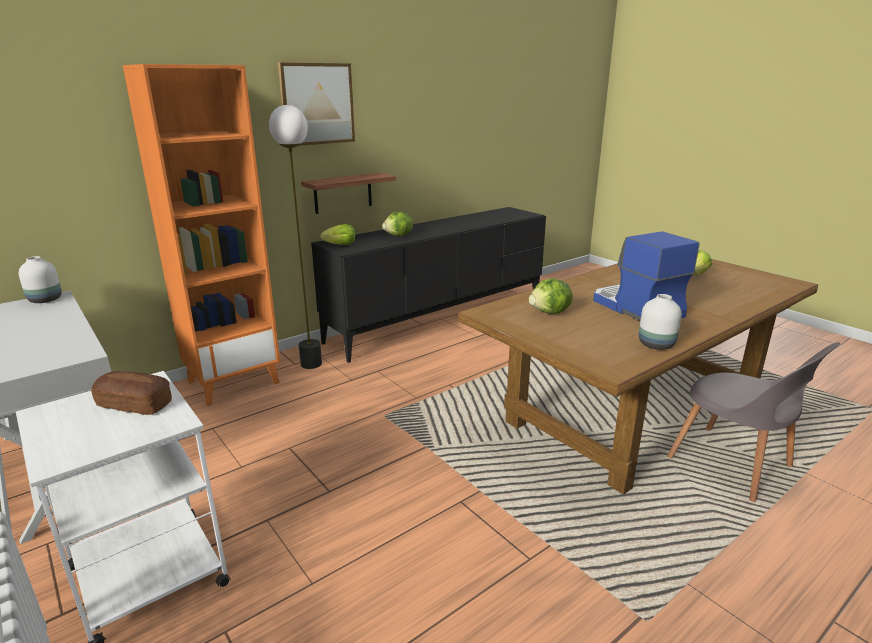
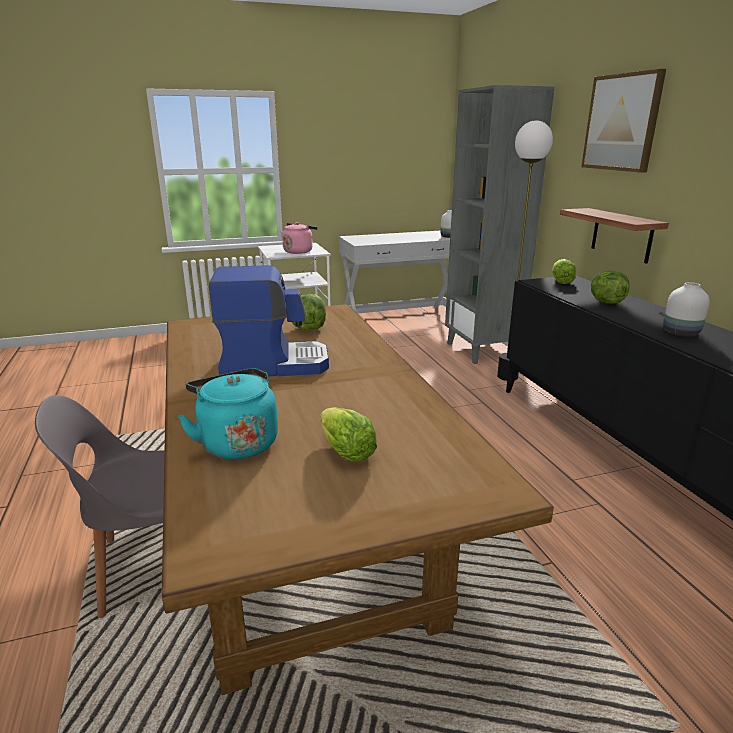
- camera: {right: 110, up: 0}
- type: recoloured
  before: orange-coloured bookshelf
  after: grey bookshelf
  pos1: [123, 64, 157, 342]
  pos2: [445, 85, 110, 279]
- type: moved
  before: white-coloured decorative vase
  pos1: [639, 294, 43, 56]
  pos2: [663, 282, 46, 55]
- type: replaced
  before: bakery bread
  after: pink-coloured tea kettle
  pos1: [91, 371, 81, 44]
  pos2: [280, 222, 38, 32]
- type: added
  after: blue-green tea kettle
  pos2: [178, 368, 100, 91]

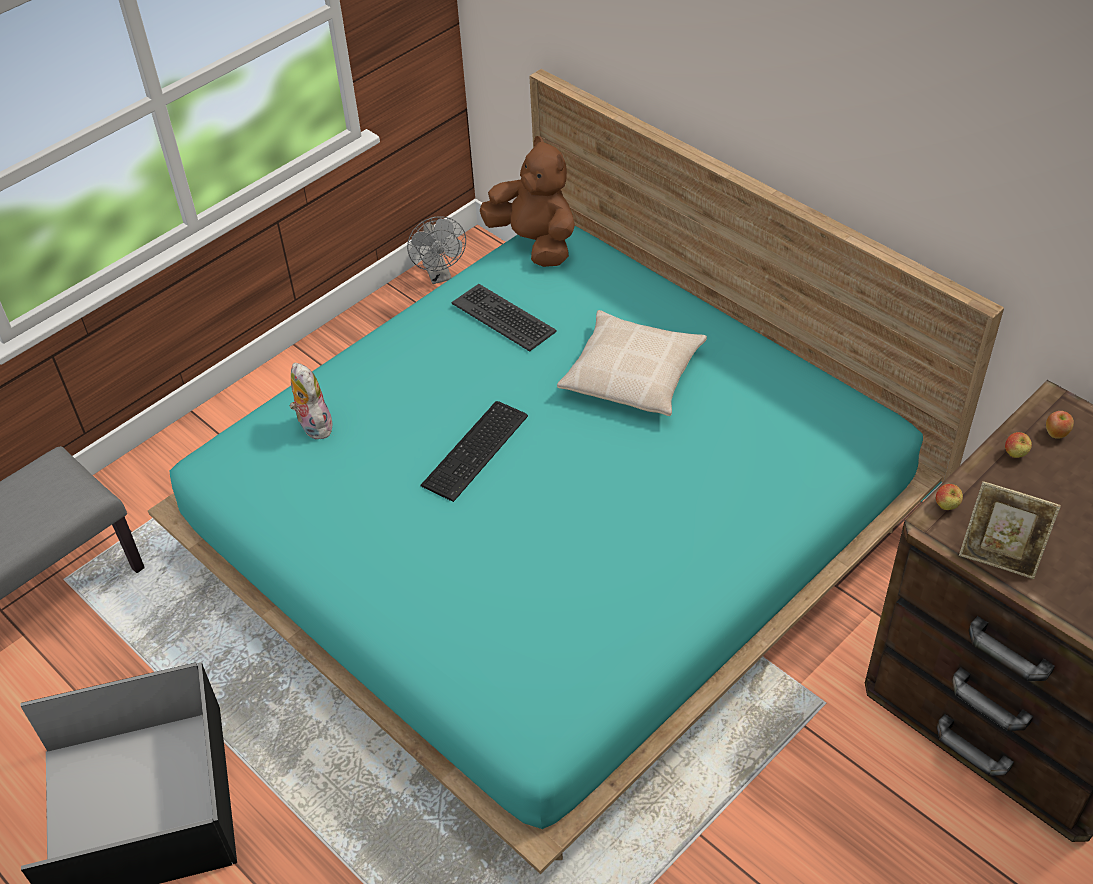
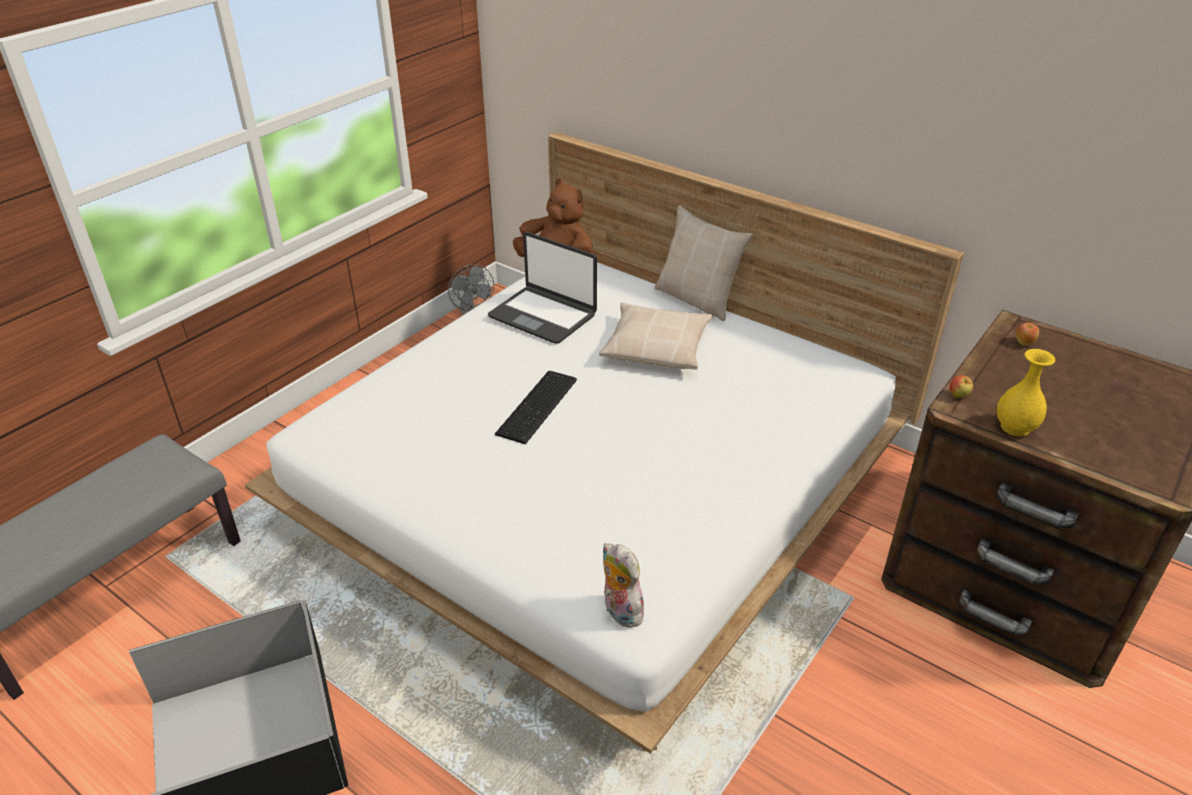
- camera: {right: -10, up: -10}
- type: recoloured
  before: blue-green sleeping bed
  after: white-coloured sleeping bed
  pos1: [148, 69, 856, 805]
  pos2: [245, 132, 719, 622]
- type: replaced
  before: PC keyboard
  after: laptop
  pos1: [452, 284, 105, 68]
  pos2: [488, 232, 109, 112]
- type: moved
  before: soft toy
  pos1: [289, 363, 43, 77]
  pos2: [603, 543, 41, 85]
- type: removed
  before: apple
  pos1: [1005, 432, 27, 26]
- type: replaced
  before: picture frame
  after: yellowish decorative vase
  pos1: [959, 481, 102, 98]
  pos2: [996, 349, 59, 87]
- type: added
  after: sand-coloured pillow
  pos2: [654, 205, 99, 116]

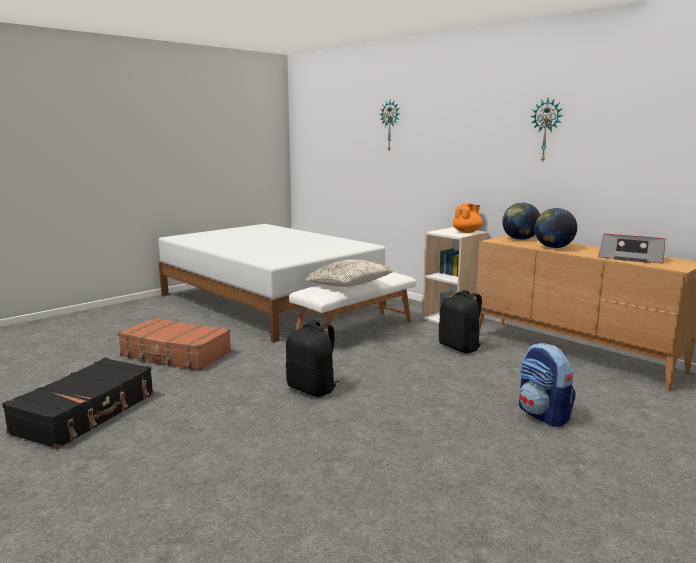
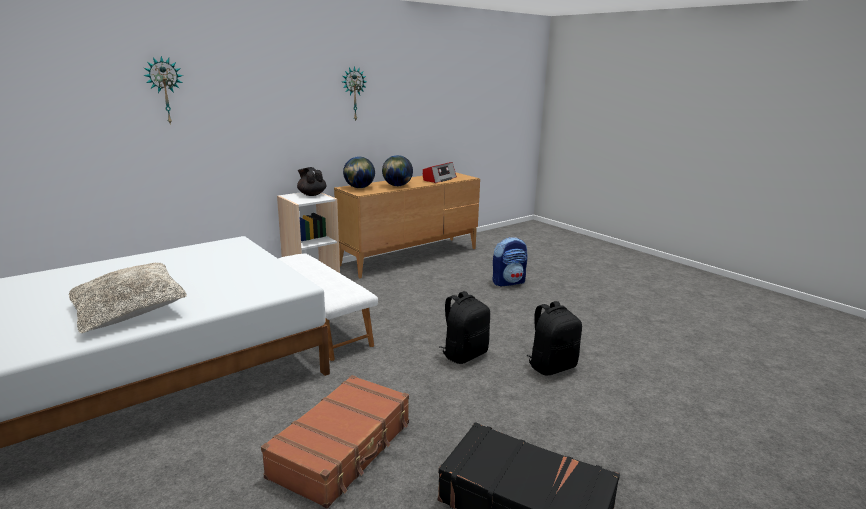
- camera: {right: -85, up: 5}
- type: recoloured
  before: orange-coloured teapot
  after: black-coloured teapot
  pos1: [453, 203, 30, 30]
  pos2: [297, 167, 29, 29]
- type: moved
  before: sand-coloured pillow
  pos1: [305, 259, 89, 28]
  pos2: [69, 263, 118, 70]
- type: moved
  before: black-coloured rucksack
  pos1: [439, 290, 44, 63]
  pos2: [526, 301, 56, 75]

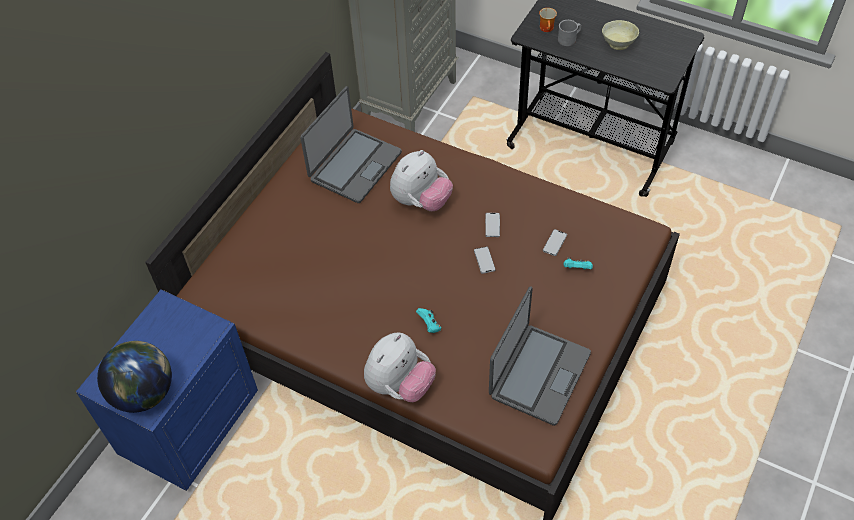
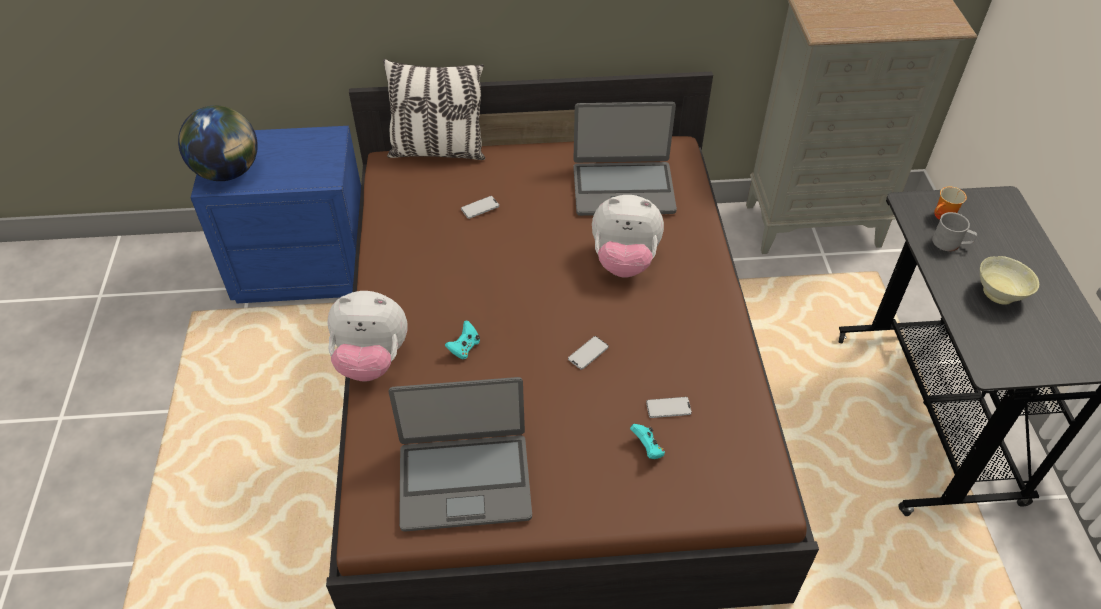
- camera: {right: 55, up: -5}
- type: moved
  before: telephone
  pos1: [485, 213, 15, 24]
  pos2: [461, 196, 38, 23]
- type: added
  after: pillow
  pos2: [383, 59, 102, 101]

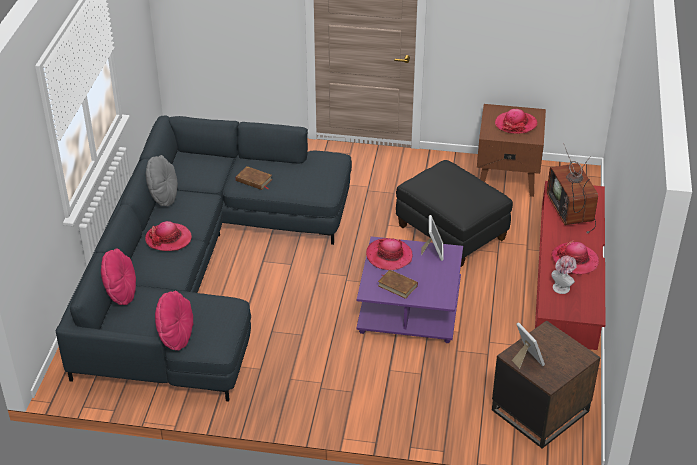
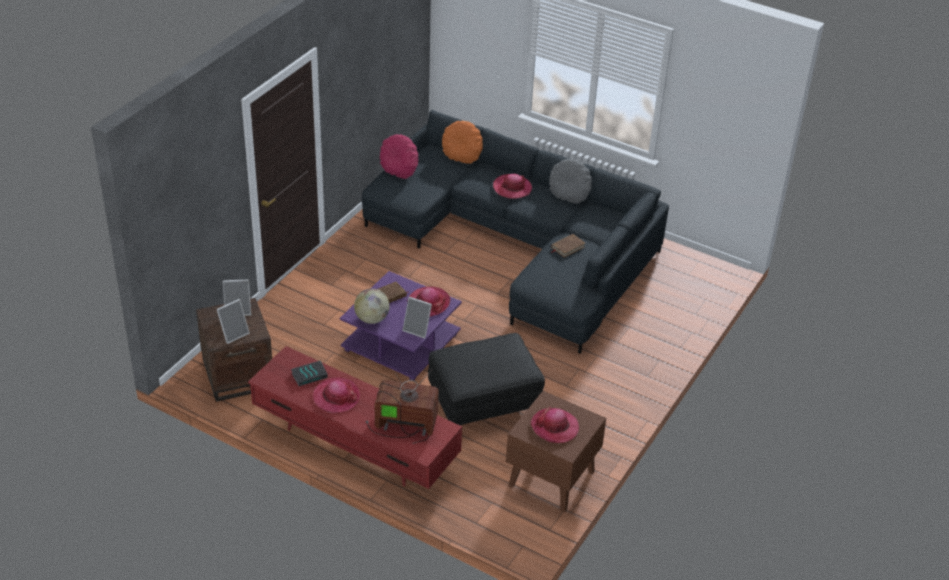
- camera: {right: 110, up: 0}
- type: recoloured
  before: pink-coloured pillow
  after: orange-coloured pillow
  pos1: [101, 248, 35, 57]
  pos2: [442, 121, 41, 43]
- type: replaced
  before: clothing hat
  after: bound book
  pos1: [551, 256, 26, 38]
  pos2: [291, 360, 37, 26]
- type: added
  after: world globe
  pos2: [354, 288, 36, 36]
- type: added
  after: picture frame
  pos2: [217, 299, 33, 45]

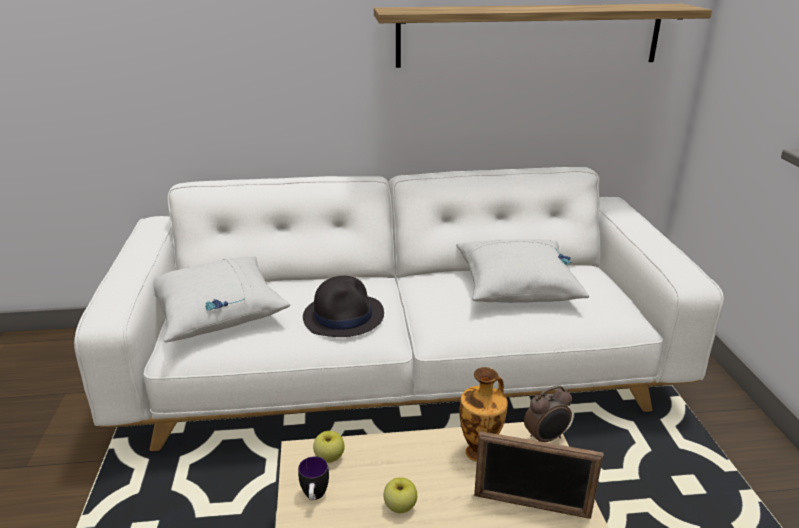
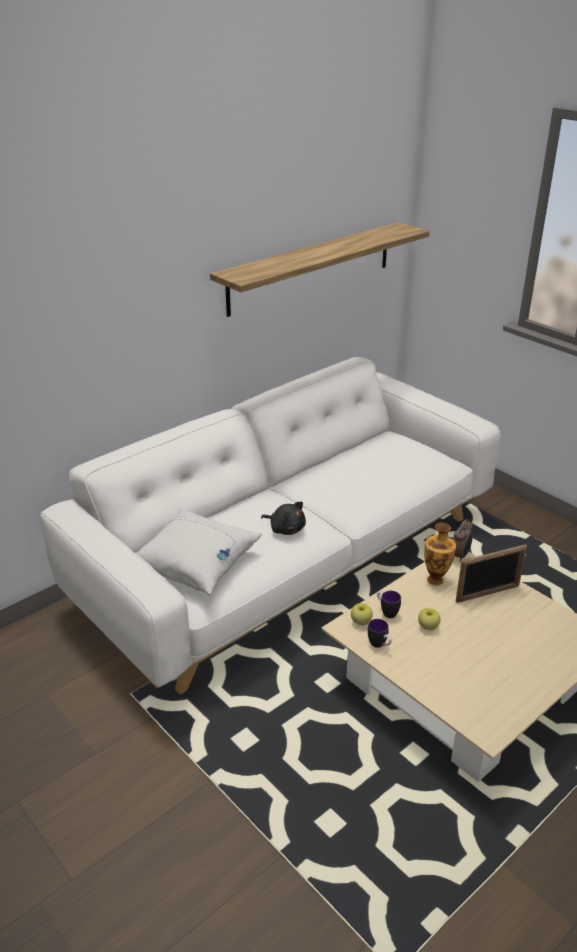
- camera: {right: -35, up: 5}
- type: removed
  before: grey pillow
  pos1: [456, 239, 133, 64]
- type: replaced
  before: black-coloured clothing hat
  after: black-coloured soft toy
  pos1: [303, 276, 81, 61]
  pos2: [261, 502, 45, 33]
- type: added
  after: coffee mug
  pos2: [377, 591, 24, 27]

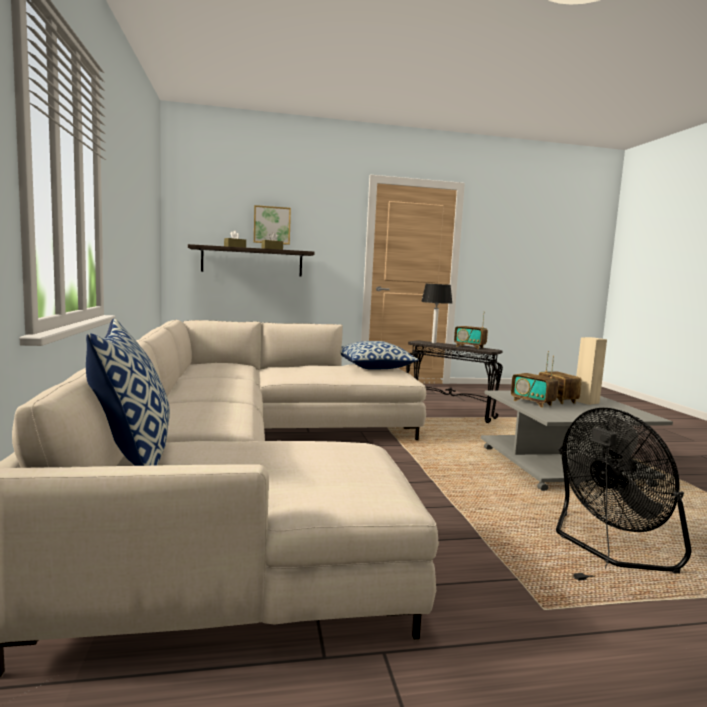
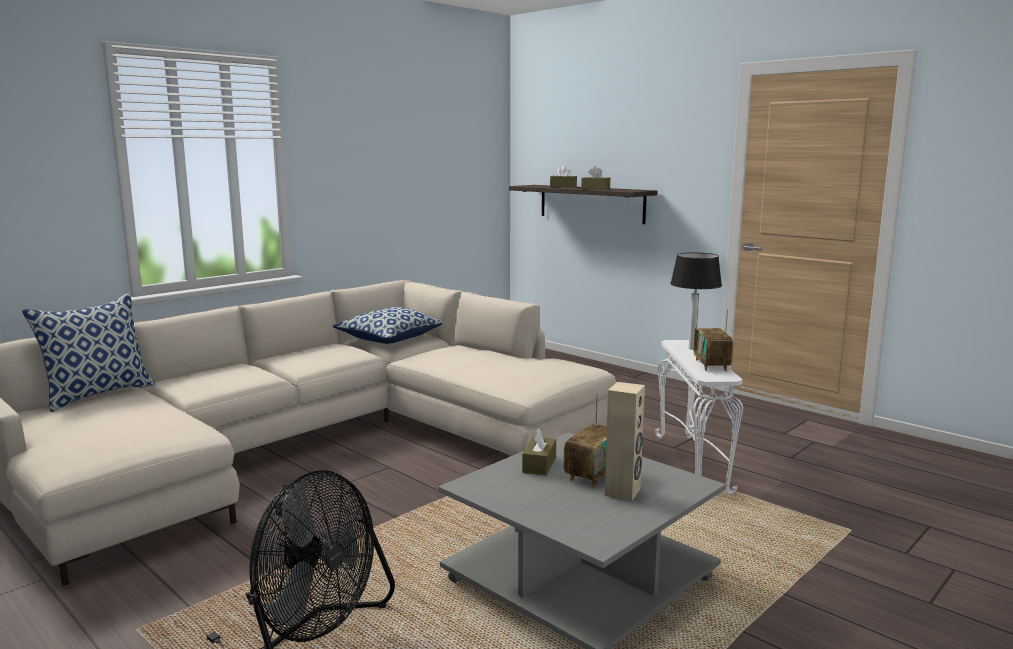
- camera: {right: 55, up: 5}
- type: removed
  before: wall art
  pos1: [254, 205, 37, 40]
- type: recoloured
  before: black-coloured end table
  after: white-coloured end table
  pos1: [406, 340, 97, 83]
  pos2: [655, 340, 88, 155]
- type: moved
  before: pillow
  pos1: [341, 341, 78, 29]
  pos2: [332, 307, 110, 37]
- type: replaced
  before: radio set
  after: brownish tissue holder
  pos1: [511, 356, 48, 52]
  pos2: [522, 427, 34, 48]

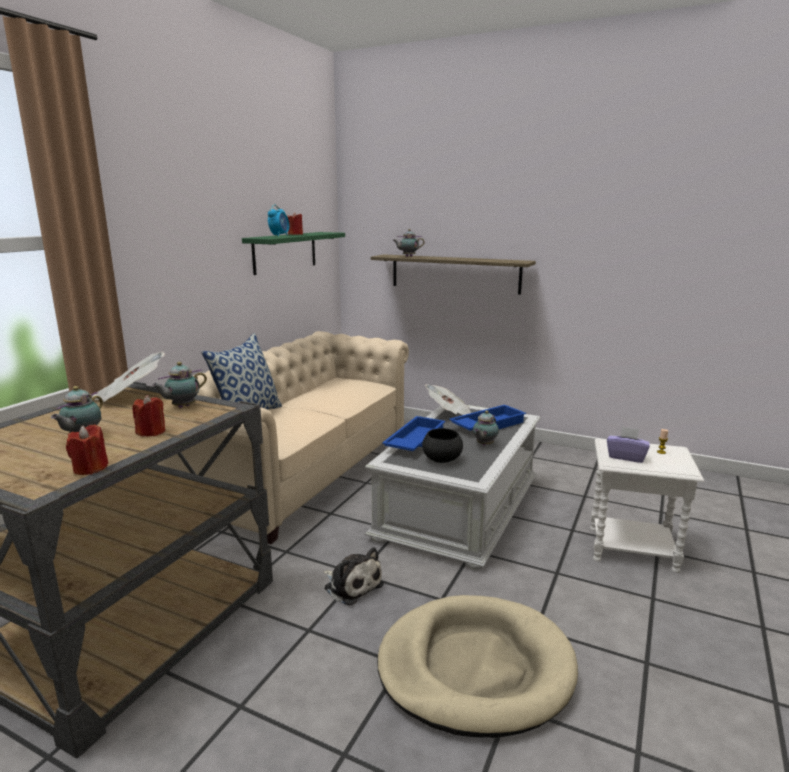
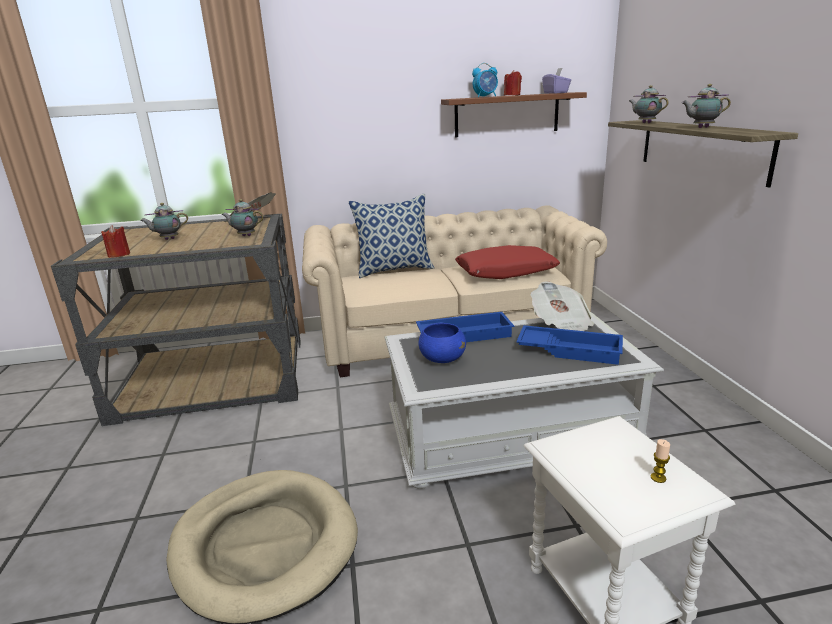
- camera: {right: 55, up: 5}
- type: recoloured
  before: green bracket shelf
  after: brownish bracket shelf
  pos1: [242, 232, 103, 43]
  pos2: [441, 92, 146, 45]
- type: removed
  before: red-coloured wax light
  pos1: [132, 395, 33, 42]
- type: moved
  before: teapot
  pos1: [473, 411, 26, 35]
  pos2: [682, 84, 49, 44]
- type: moved
  before: purple tissue holder
  pos1: [607, 426, 43, 37]
  pos2: [542, 67, 29, 27]
- type: recoloured
  before: black-coloured serving bowl
  after: bluish serving bowl
  pos1: [422, 428, 41, 35]
  pos2: [419, 323, 47, 40]
- type: removed
  before: soft toy
  pos1: [323, 547, 61, 59]
- type: added
  after: red-coloured pillow
  pos2: [455, 245, 105, 34]

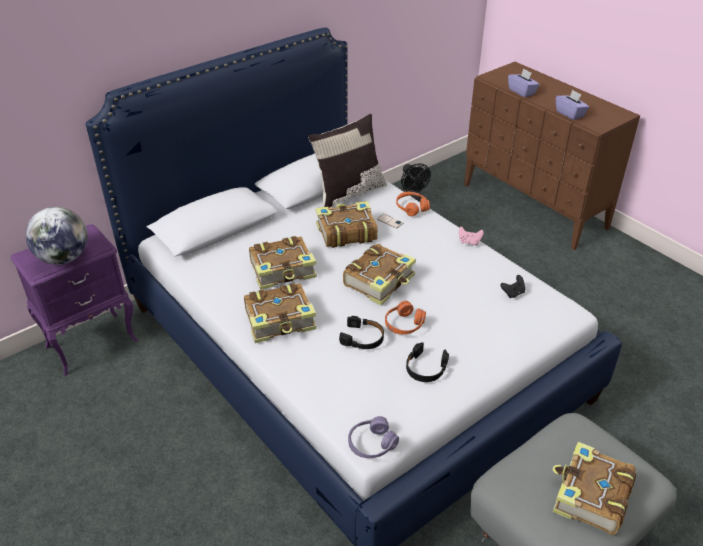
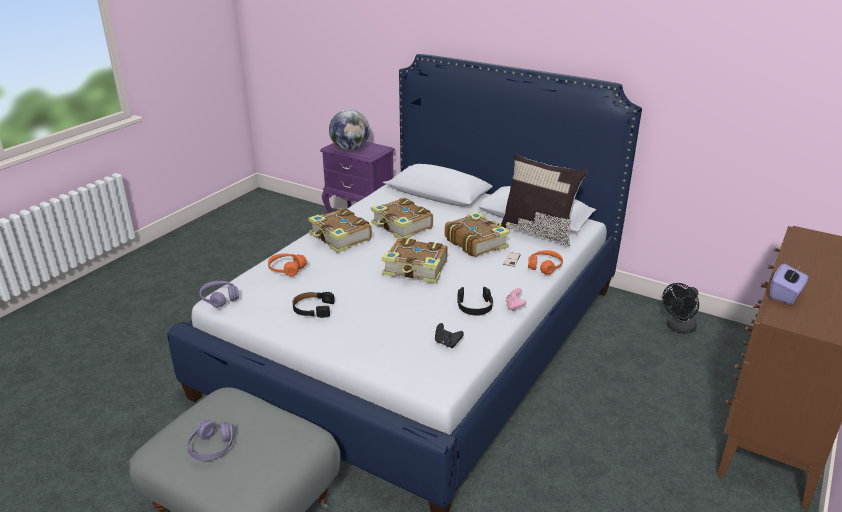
- camera: {right: 70, up: -10}
- type: removed
  before: purple tissue holder
  pos1: [508, 68, 32, 29]
- type: moved
  before: orange-coloured headset
  pos1: [385, 301, 41, 33]
  pos2: [268, 253, 39, 23]
- type: moved
  before: black-coloured headset
  pos1: [339, 316, 45, 33]
  pos2: [457, 287, 36, 29]
- type: replaced
  before: bound book
  after: purple headset
  pos1: [553, 442, 83, 93]
  pos2: [187, 420, 47, 41]

